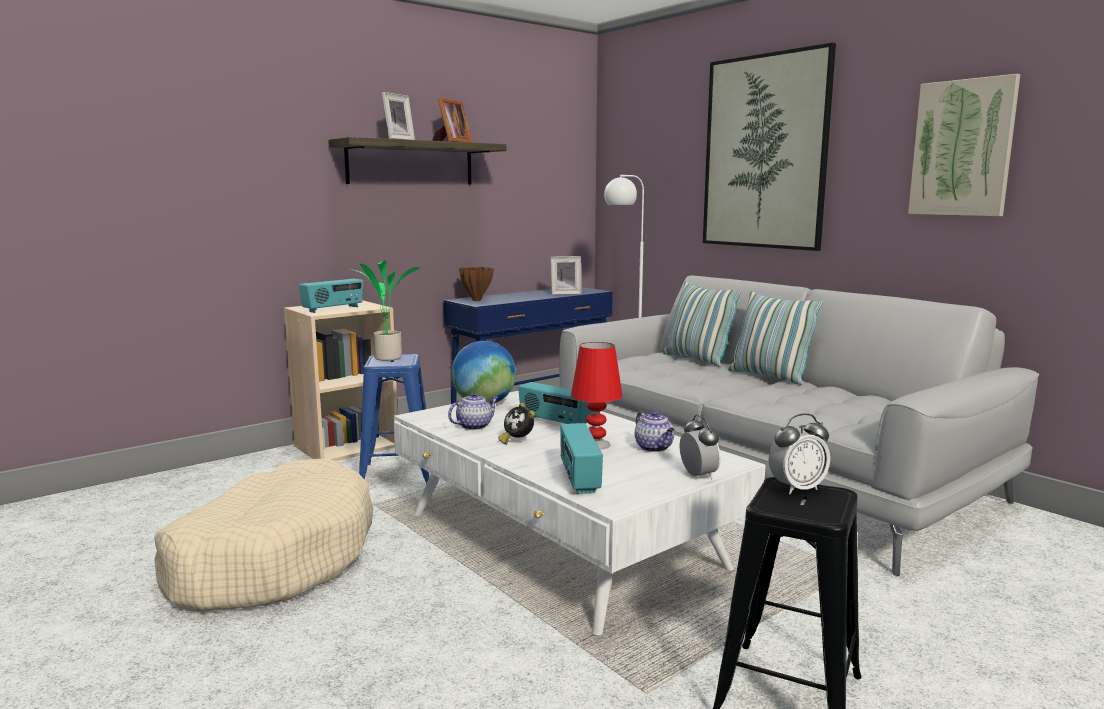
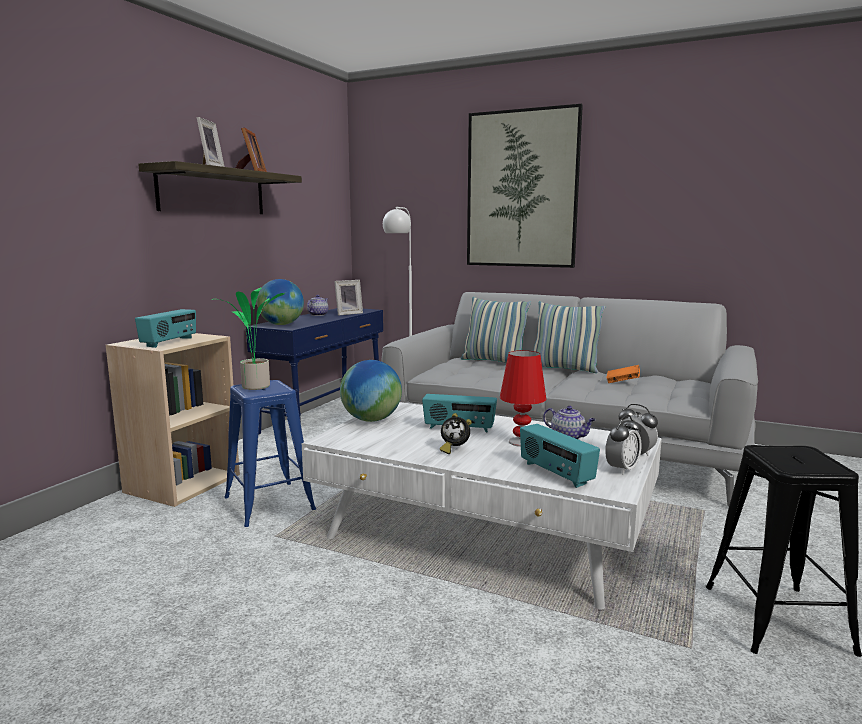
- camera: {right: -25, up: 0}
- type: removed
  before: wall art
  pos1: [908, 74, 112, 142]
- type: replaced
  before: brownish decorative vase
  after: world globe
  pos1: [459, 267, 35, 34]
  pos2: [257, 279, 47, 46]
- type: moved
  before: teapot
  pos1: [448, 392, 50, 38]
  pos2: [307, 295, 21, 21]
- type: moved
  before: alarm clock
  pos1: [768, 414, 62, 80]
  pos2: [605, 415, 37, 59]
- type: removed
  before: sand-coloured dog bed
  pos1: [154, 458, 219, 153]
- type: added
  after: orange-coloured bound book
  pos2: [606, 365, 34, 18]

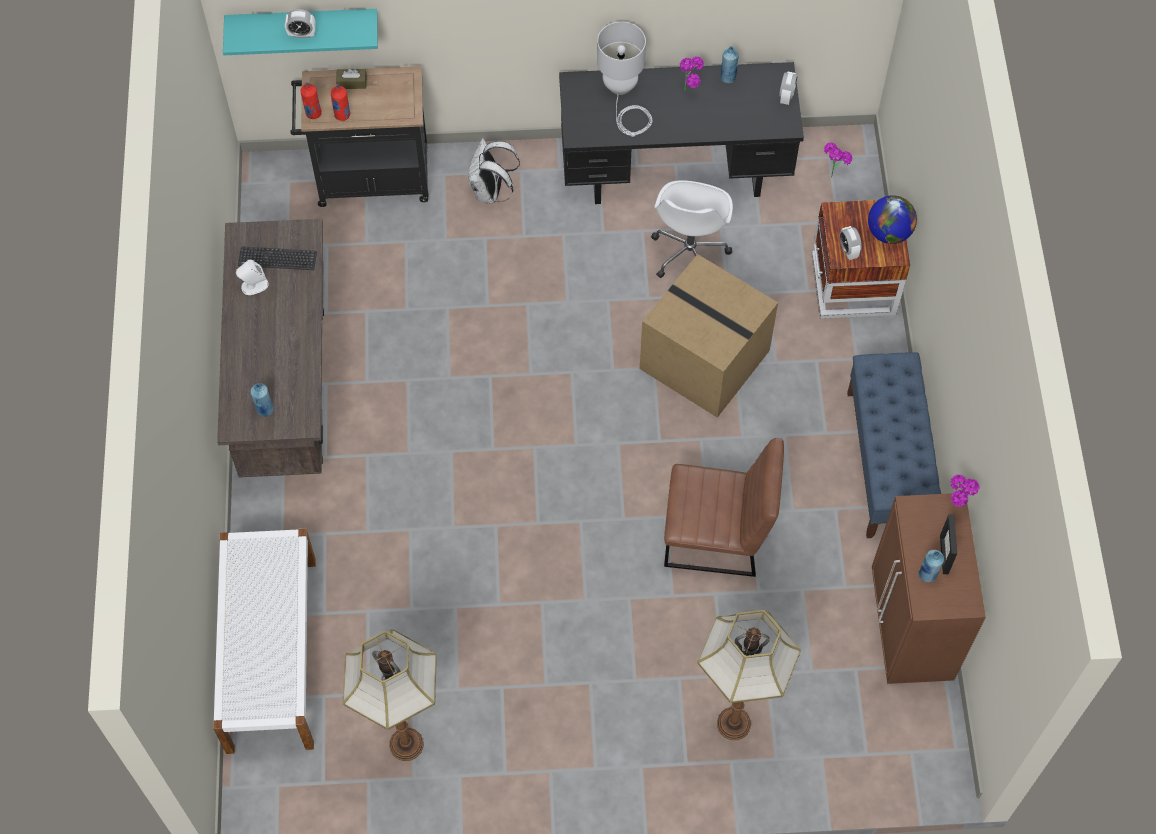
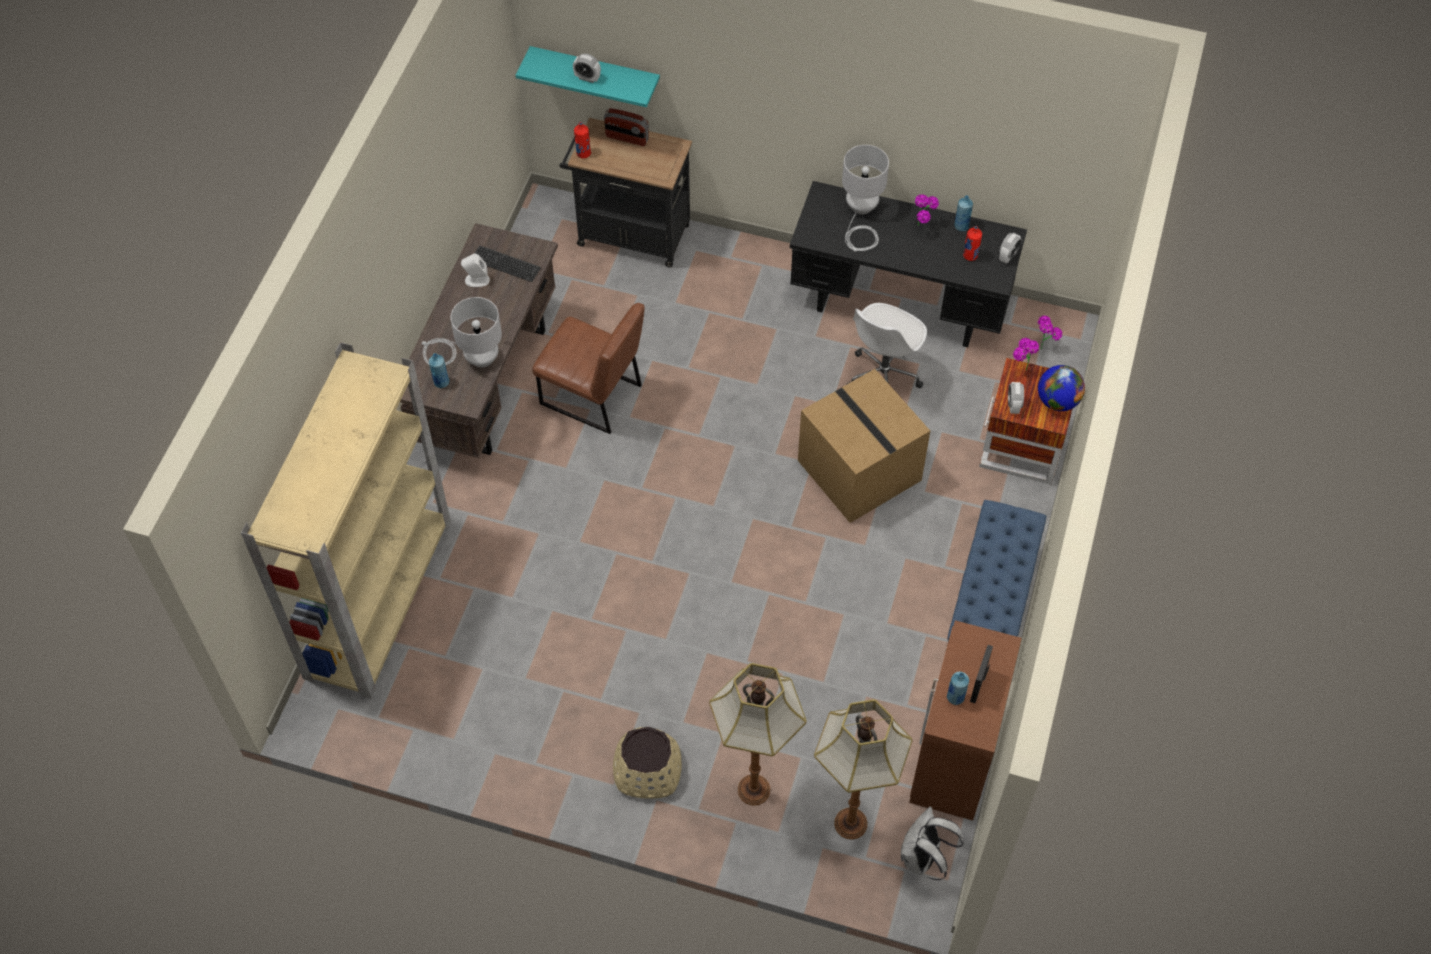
- camera: {right: 20, up: -5}
- type: replaced
  before: brownish tissue holder
  after: radio set
  pos1: [336, 68, 31, 21]
  pos2: [604, 108, 45, 38]
- type: moved
  before: red-coloured beverage bottle
  pos1: [331, 85, 19, 36]
  pos2: [963, 226, 19, 35]
- type: moved
  before: white-coloured rucksack
  pos1: [468, 138, 52, 66]
  pos2: [901, 806, 63, 74]
- type: moved
  before: brownish plain chair
  pos1: [664, 438, 120, 139]
  pos2: [532, 303, 113, 131]
- type: moved
  before: plant in a pot
  pos1: [950, 475, 30, 32]
  pos2: [1013, 338, 26, 33]
- type: replaced
  before: white-coloured long seat
  after: sand-coloured bookshelf
  pos1: [213, 529, 103, 225]
  pos2: [241, 342, 210, 356]
- type: moved
  before: floor lamp
  pos1: [343, 629, 94, 132]
  pos2: [814, 699, 99, 141]
- type: added
  after: grey lamp for a table
  pos2: [422, 297, 80, 71]
- type: added
  after: sand-coloured plant pot
  pos2: [613, 726, 69, 73]

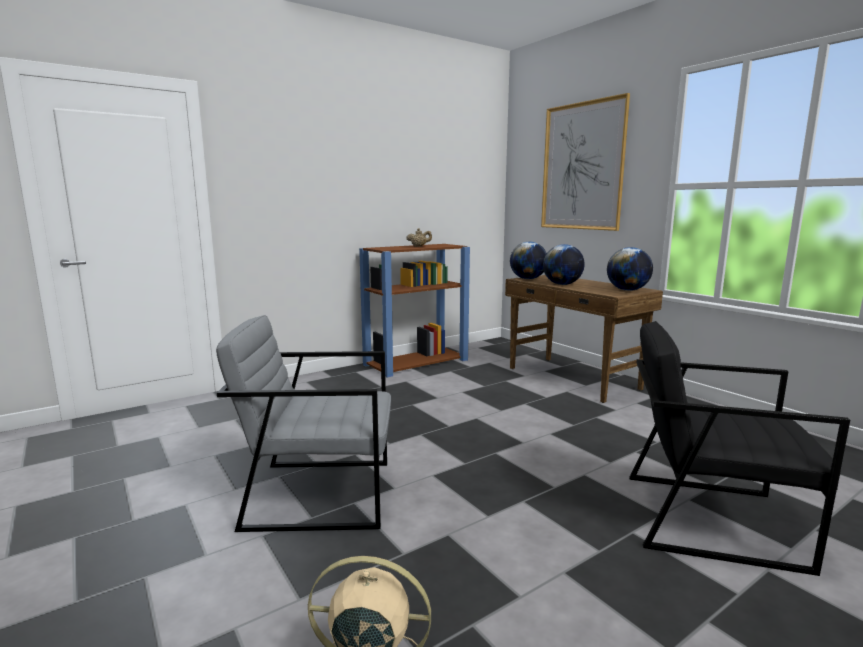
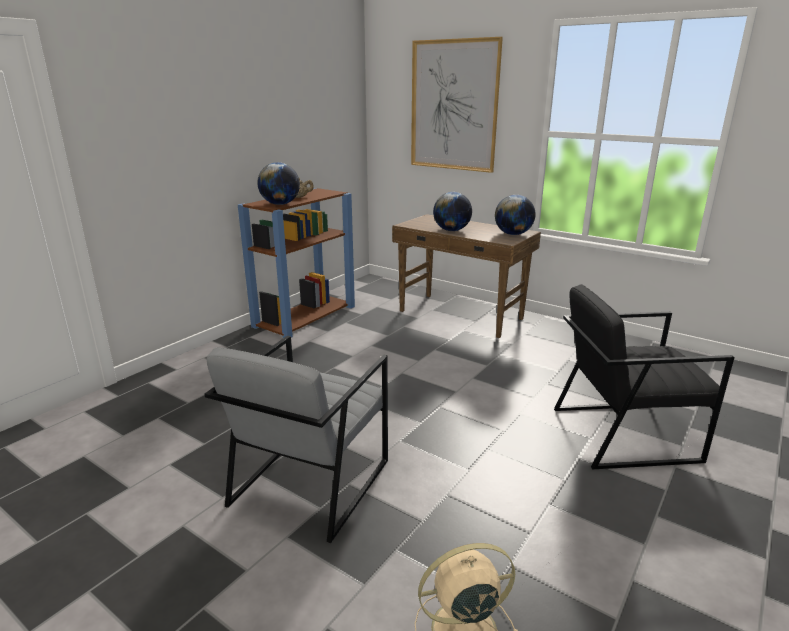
- camera: {right: -20, up: 10}
- type: moved
  before: world globe
  pos1: [510, 242, 37, 37]
  pos2: [257, 162, 43, 43]
- type: turned
  before: grey armchair
  pos1: [216, 315, 175, 217]
  pos2: [205, 336, 183, 207]
  turn: -45

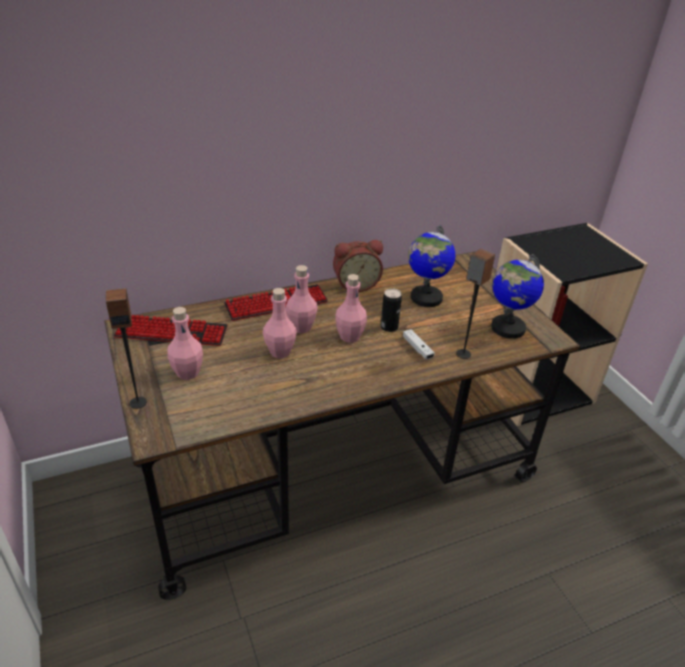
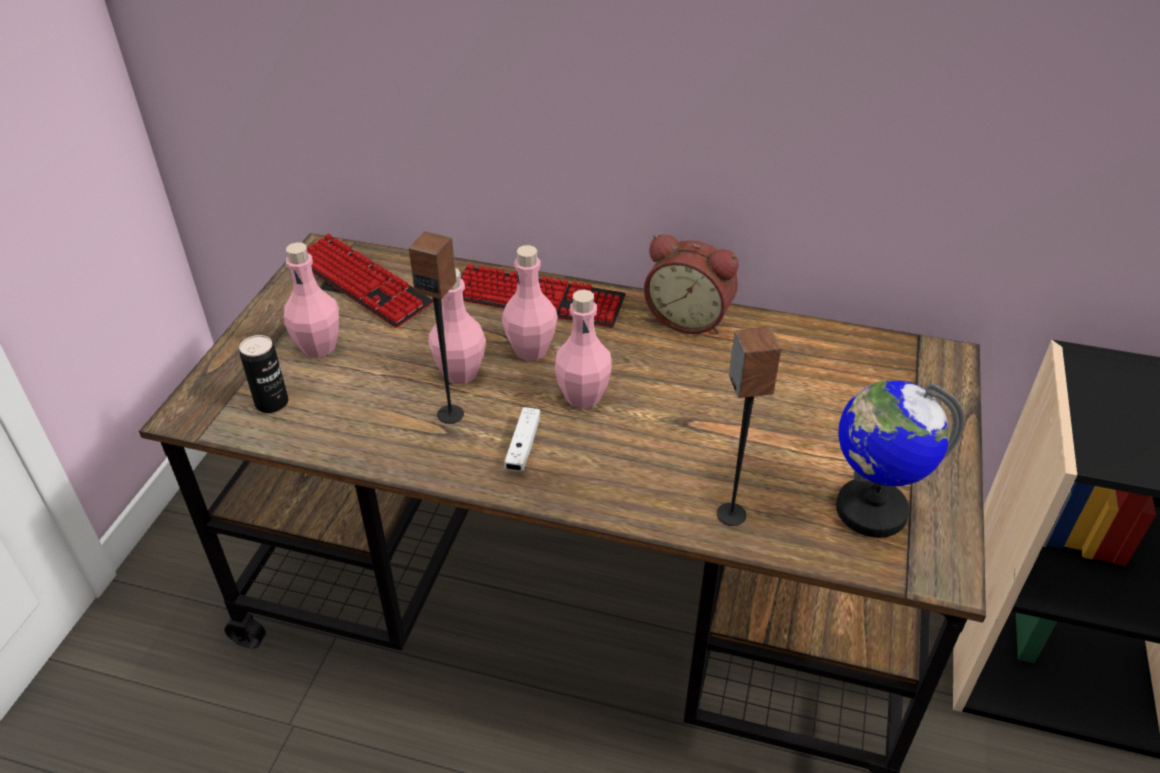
- camera: {right: 40, up: 5}
- type: removed
  before: world globe
  pos1: [408, 225, 47, 82]
- type: moved
  before: audio speaker
  pos1: [106, 288, 41, 121]
  pos2: [409, 231, 55, 193]
- type: moved
  before: metal can
  pos1: [381, 288, 21, 44]
  pos2: [239, 335, 49, 78]
- type: moved
  before: white-coloured gamepad
  pos1: [403, 329, 32, 30]
  pos2: [504, 407, 37, 64]

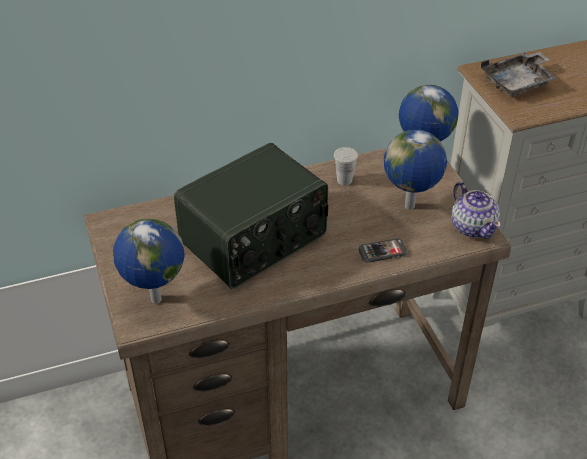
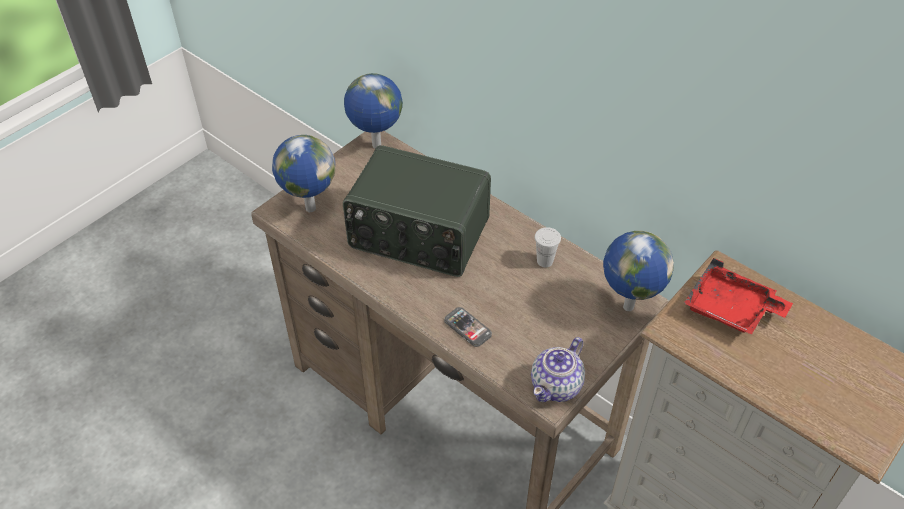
- camera: {right: 60, up: 5}
- type: recoloured
  before: grey carrying tray
  after: red-coloured carrying tray
  pos1: [481, 52, 76, 45]
  pos2: [684, 258, 109, 77]
- type: moved
  before: world globe
  pos1: [384, 129, 63, 81]
  pos2: [344, 73, 59, 76]

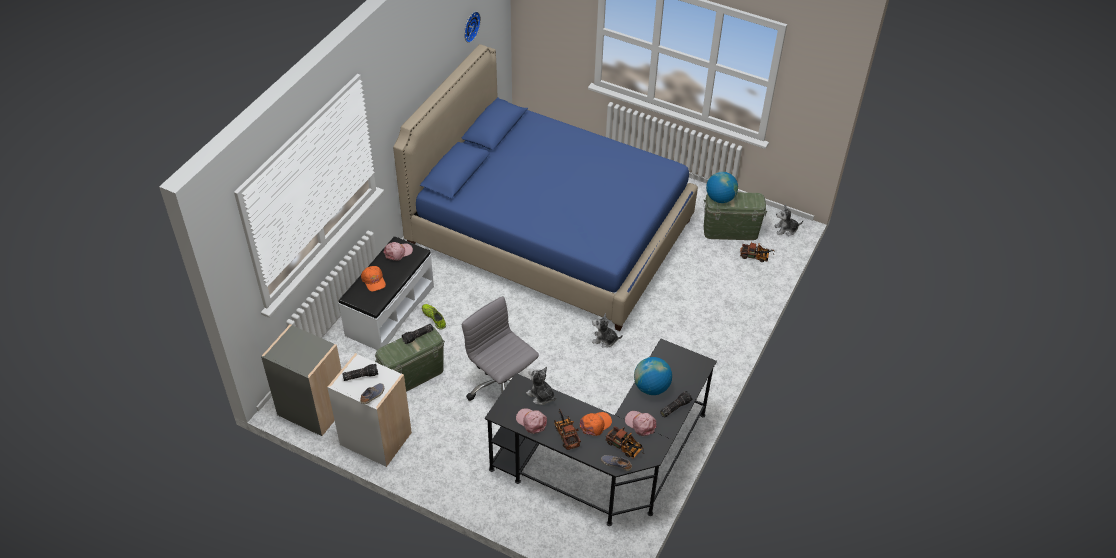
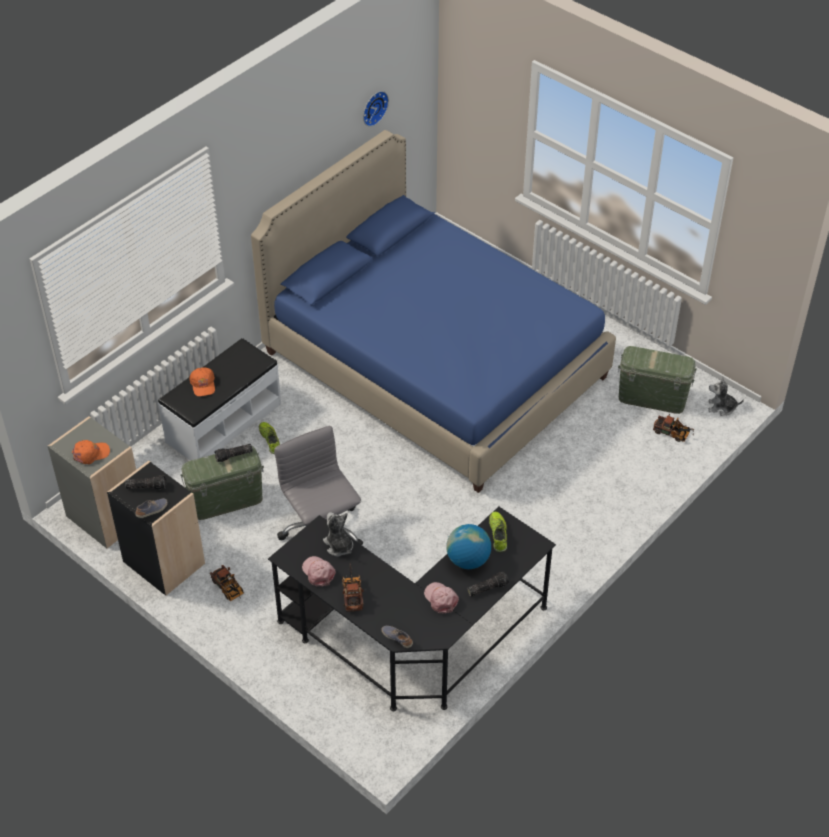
- camera: {right: 15, up: 0}
- type: removed
  before: world globe
  pos1: [706, 172, 32, 31]
- type: removed
  before: pink-coloured cap
  pos1: [383, 242, 30, 19]
- type: removed
  before: soft toy
  pos1: [592, 313, 31, 35]
- type: recoloured
  before: white-coloured bookshelf
  after: black-coloured bookshelf
  pos1: [327, 353, 85, 114]
  pos2: [107, 461, 98, 135]
- type: moved
  before: orange-coloured cap
  pos1: [580, 412, 32, 24]
  pos2: [72, 440, 38, 24]
- type: moved
  before: toy lorry
  pos1: [606, 426, 38, 33]
  pos2: [210, 565, 34, 36]
- type: added
  after: low shoe
  pos2: [489, 512, 18, 40]

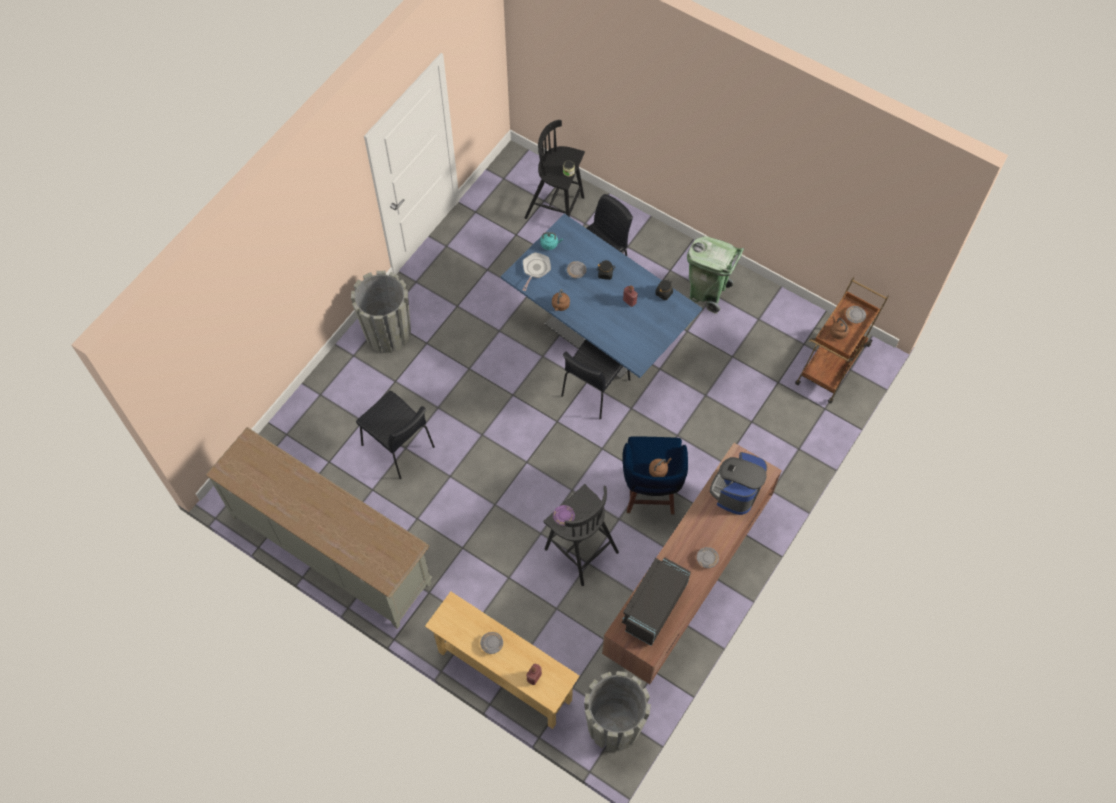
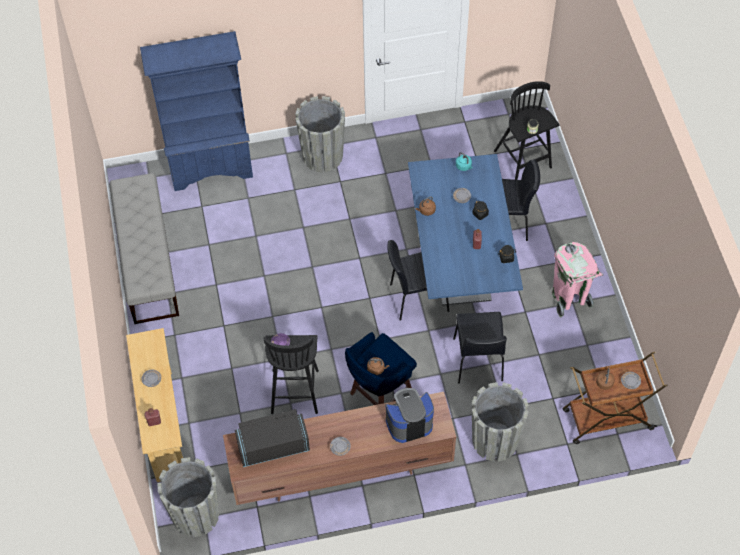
- camera: {right: 45, up: -5}
- type: recoloured
  before: green waste bin
  after: pink-coloured waste bin
  pos1: [687, 236, 57, 78]
  pos2: [552, 242, 51, 75]
- type: removed
  before: pan
  pos1: [522, 252, 29, 39]
- type: moved
  before: black-coloured plain chair
  pos1: [356, 391, 79, 88]
  pos2: [453, 312, 54, 72]
- type: replaced
  before: grey storage cabinet
  after: grey long seat
  pos1: [206, 427, 226, 202]
  pos2: [109, 173, 70, 151]
- type: added
  after: bluish bookshelf
  pos2: [140, 31, 113, 160]
- type: added
  after: grey plant pot
  pos2: [472, 382, 57, 80]

